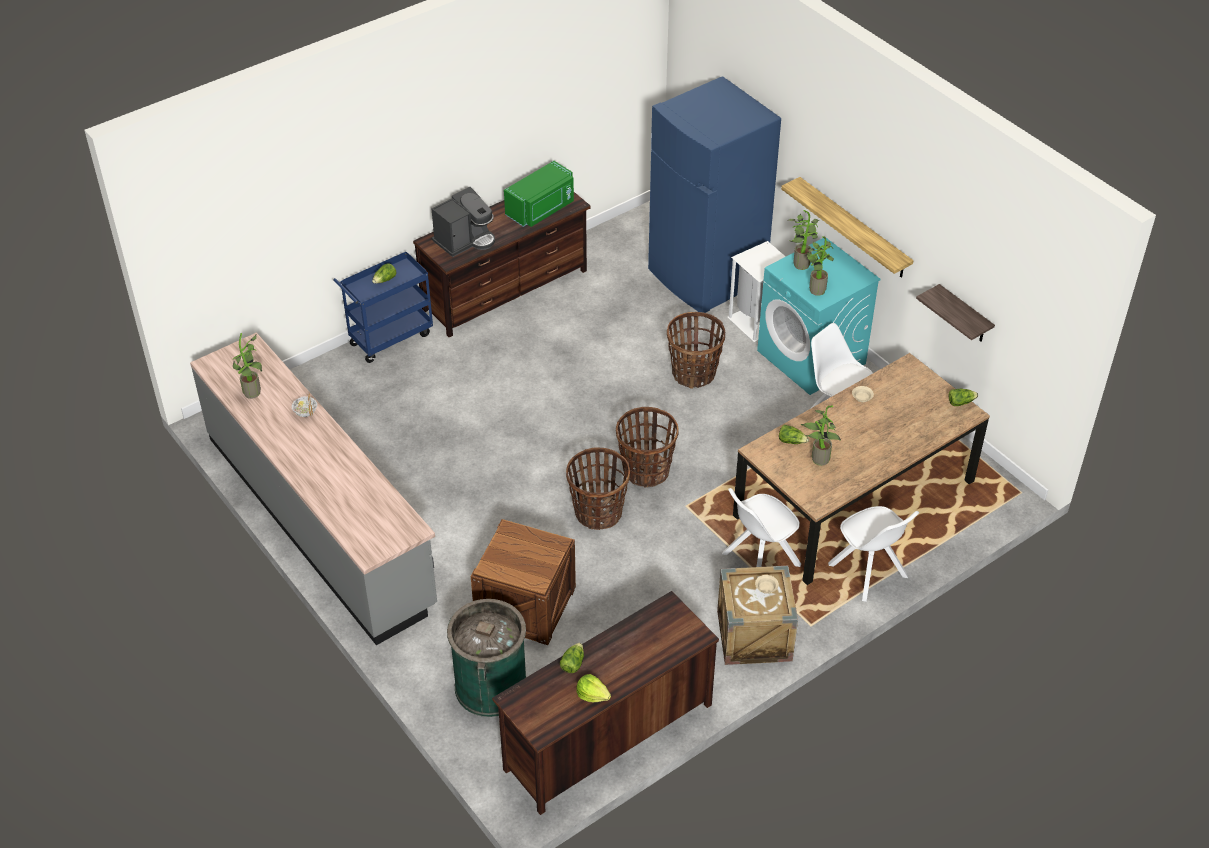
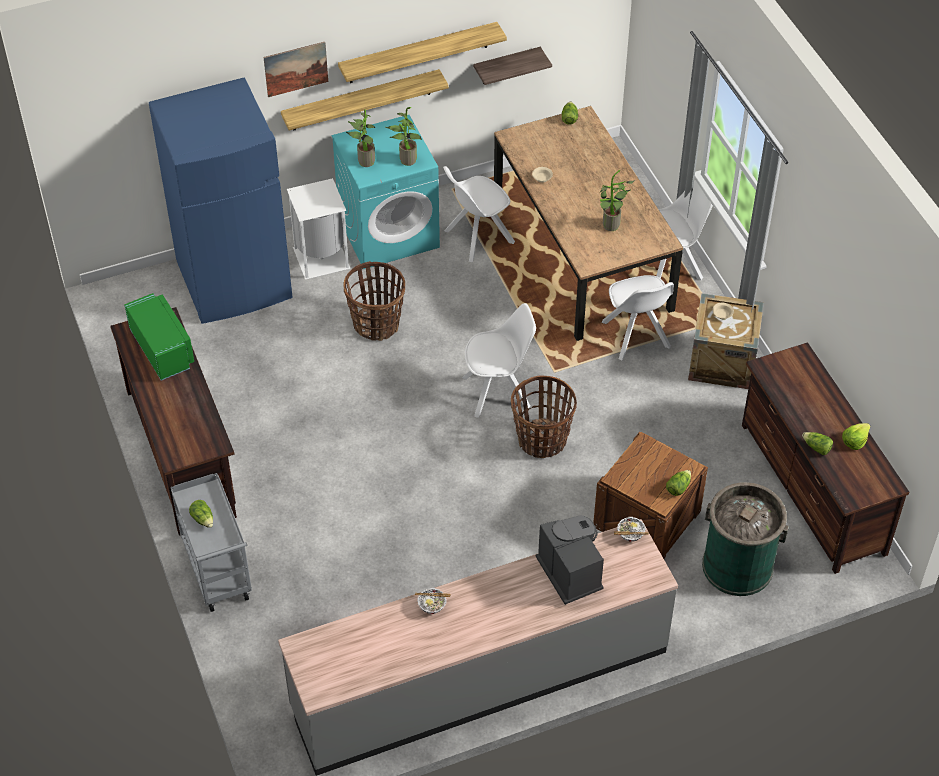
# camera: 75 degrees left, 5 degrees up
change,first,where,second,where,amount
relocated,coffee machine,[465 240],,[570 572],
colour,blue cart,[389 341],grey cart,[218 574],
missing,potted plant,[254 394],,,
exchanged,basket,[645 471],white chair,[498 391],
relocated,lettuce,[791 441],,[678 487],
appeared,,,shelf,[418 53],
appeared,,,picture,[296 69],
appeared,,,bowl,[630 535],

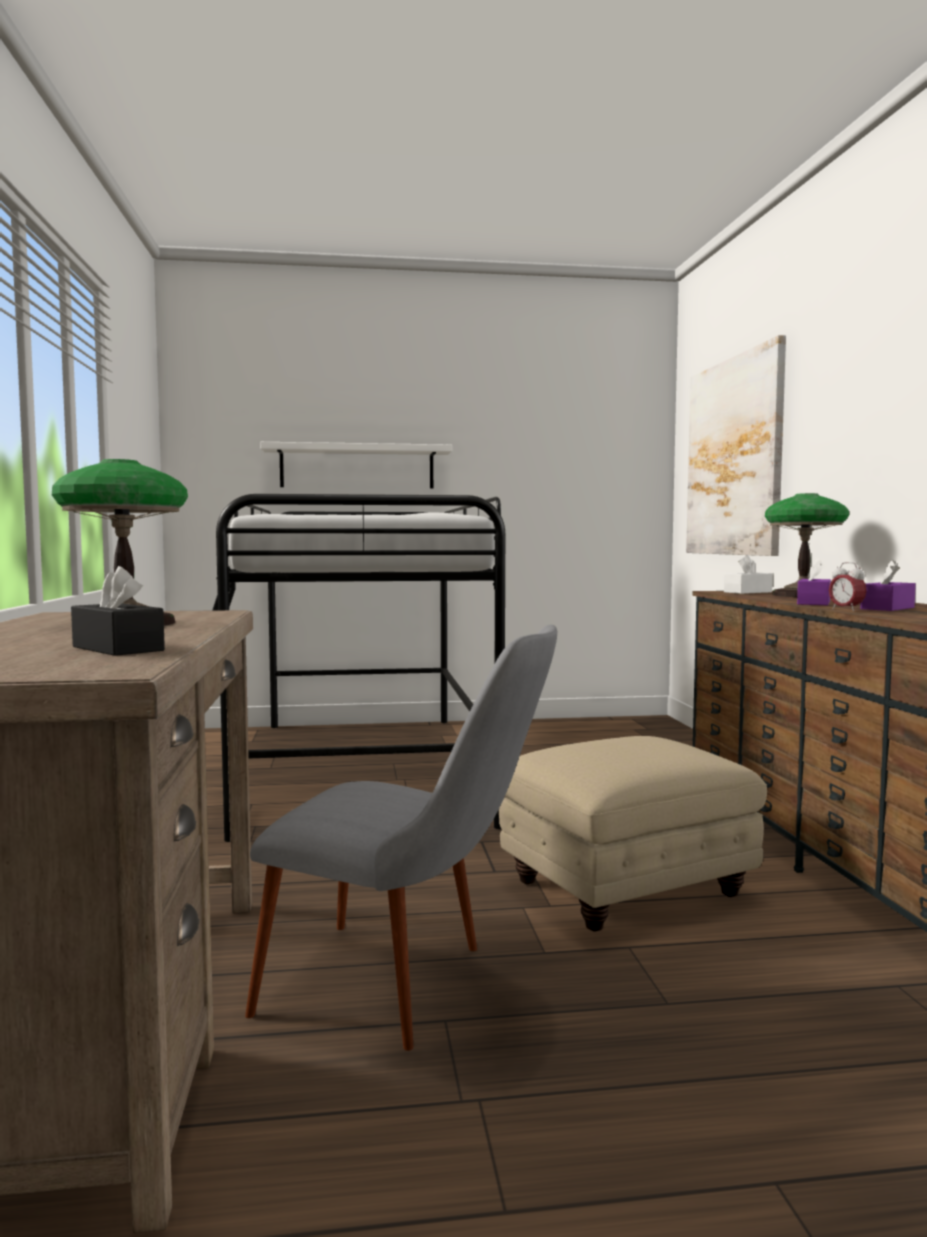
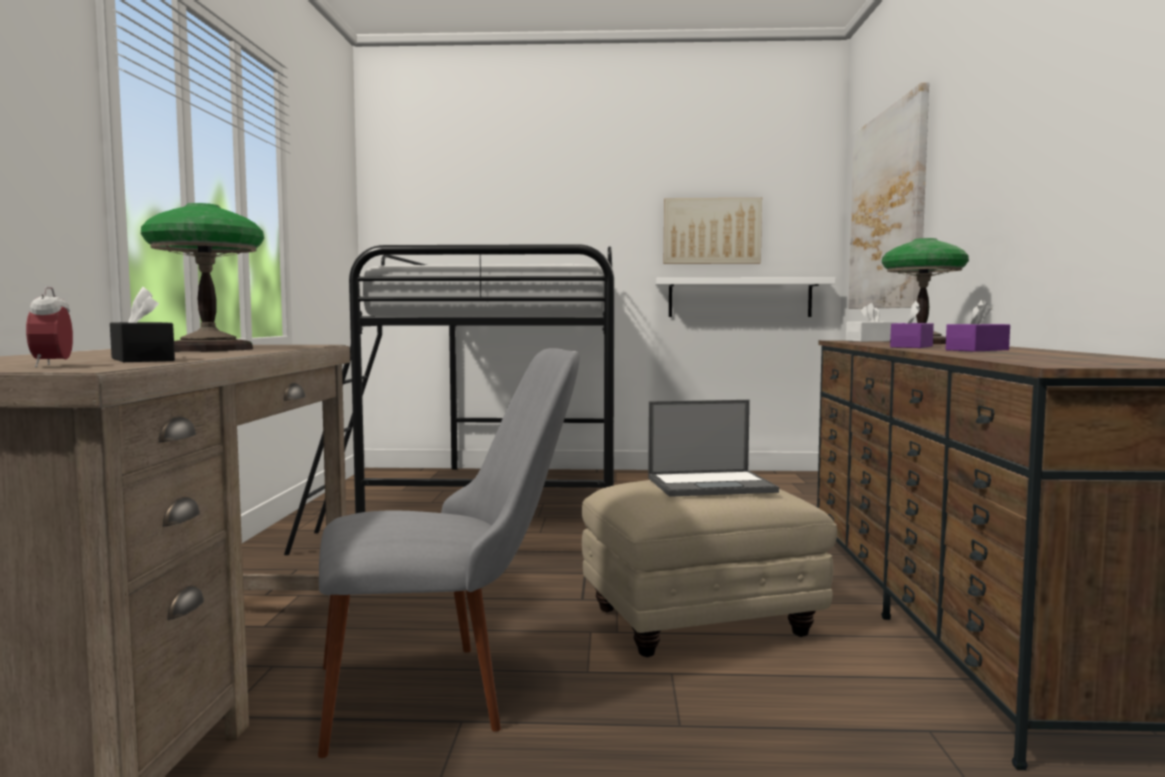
# camera: 10 degrees right, 0 degrees up
change,first,where,second,where,amount
relocated,white shelf,[357 467],,[739 298],
relocated,alarm clock,[846 610],,[52 366],
spun,grey chair,[409 987],,[446 690],45 degrees counterclockwise
appeared,,,picture,[711 231],
appeared,,,laptop,[712 485],

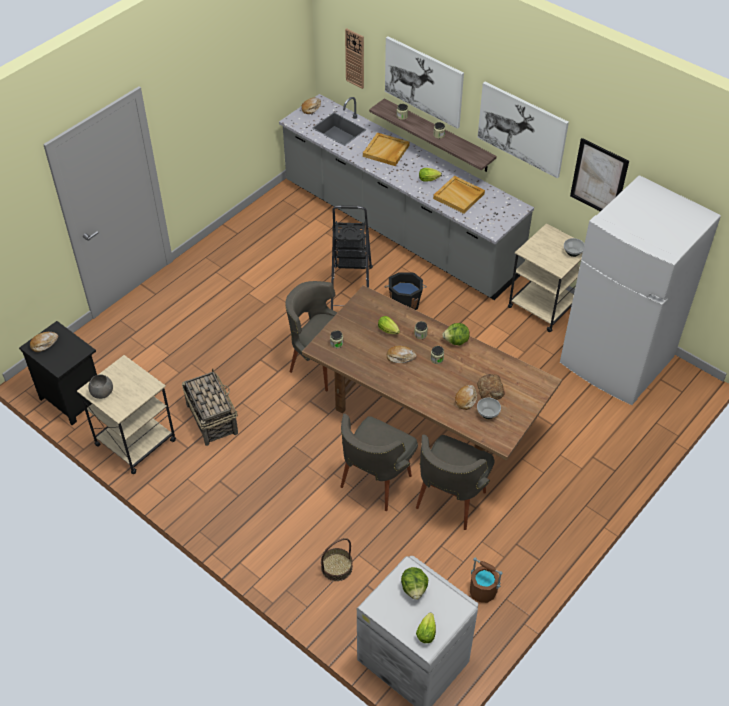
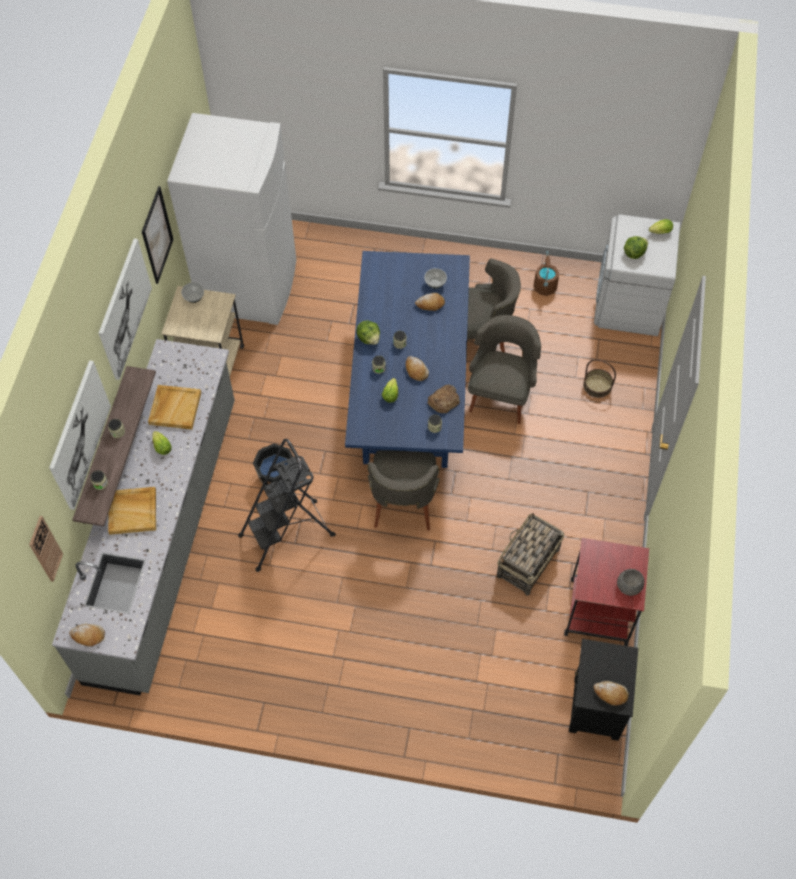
# camera: 120 degrees left, 10 degrees up
change,first,where,second,where,amount
colour,brown dining table,[427 419],blue dining table,[409 393],
colour,beige cart,[135 441],red cart,[598 613],
relocated,bread,[491 390],,[444 401],
spun,grey chair,[376 481],,[499 399],75 degrees counterclockwise

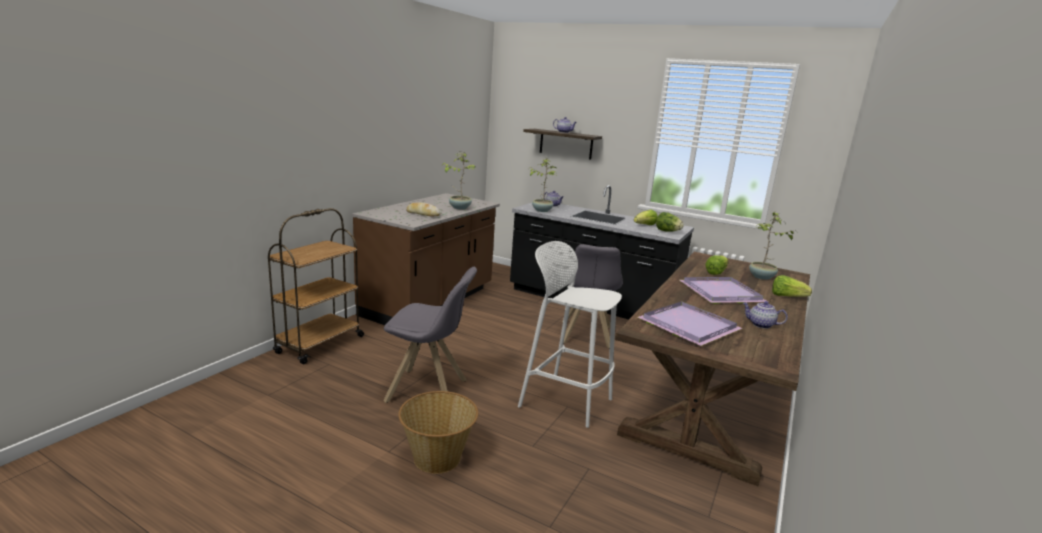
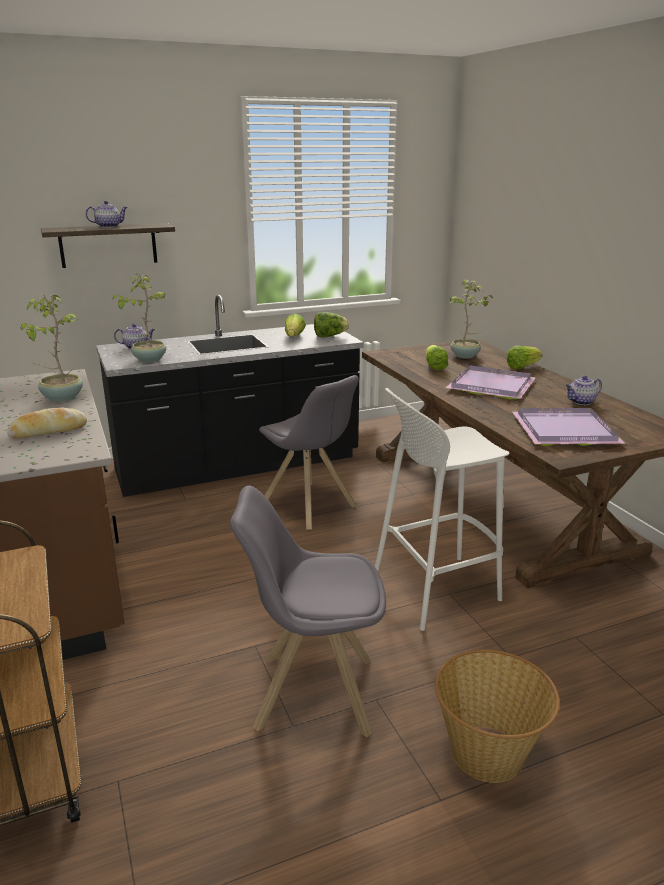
# camera: 50 degrees left, 5 degrees up
change,first,where,second,where,amount
spun,grey chair,[427 390],,[314 693],135 degrees counterclockwise

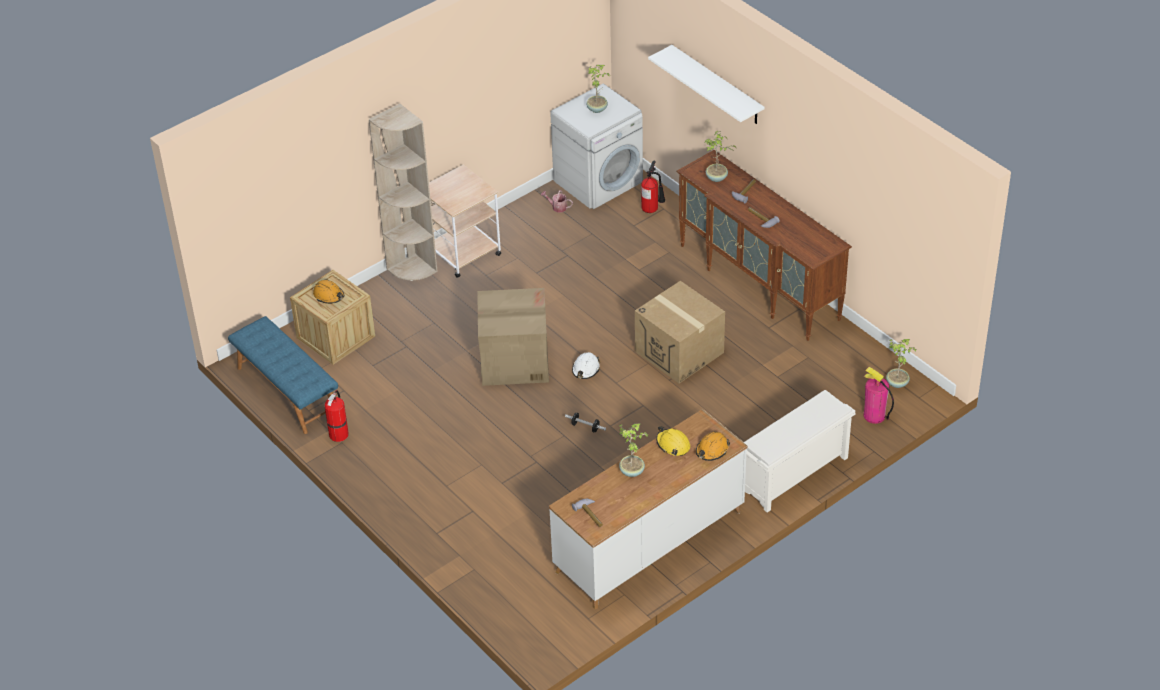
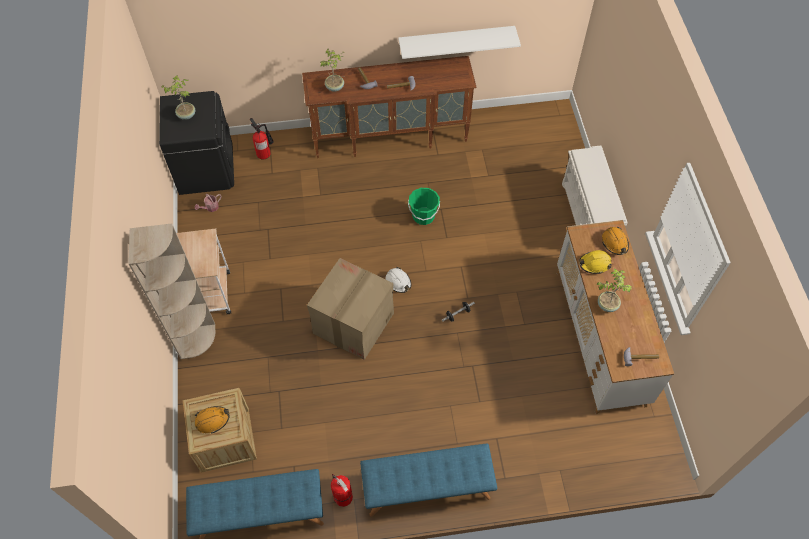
# camera: 60 degrees left, 15 degrees up
change,first,where,second,where,amount
relocated,white shelf,[717 85],,[456 40],
colour,white washing machine,[600 181],black washing machine,[207 167],
exchanged,cardboard box,[679 352],green bucket,[423 216],
missing,potted plant,[897 383],,,
missing,fire extinguisher,[874 415],,,
appeared,,,blue bench,[427 488],

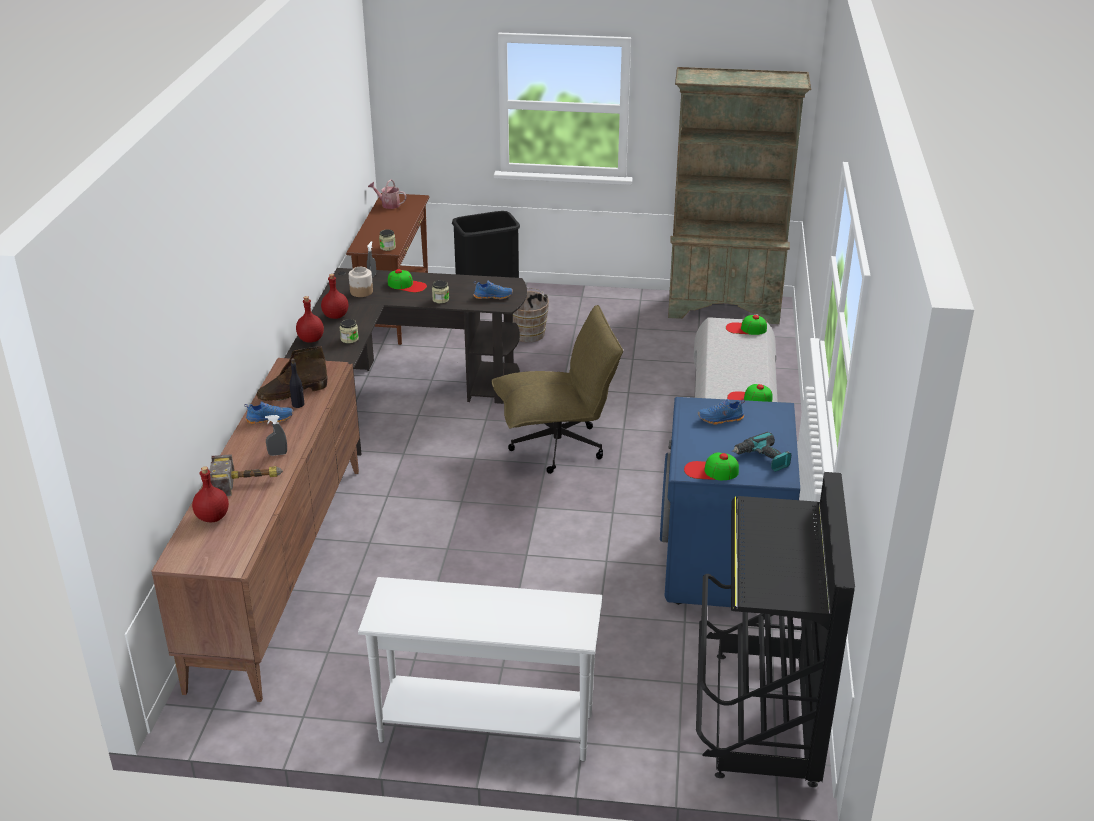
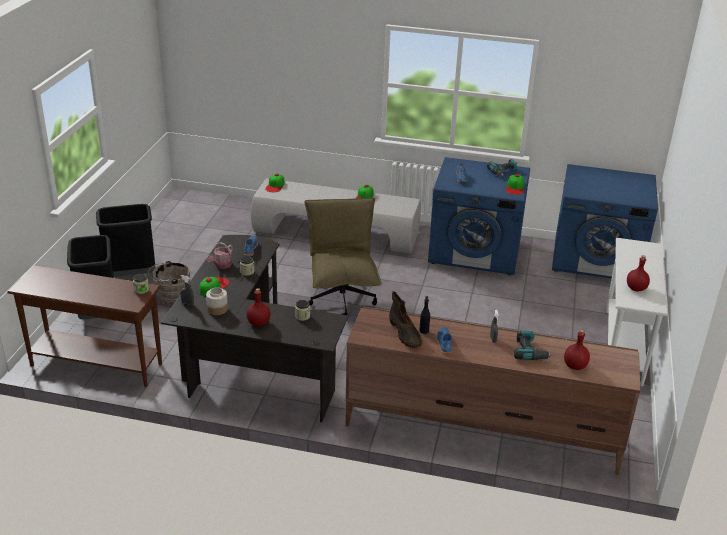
# camera: 85 degrees left, 0 degrees up
change,first,where,second,where,amount
missing,green bookcase,[724 307],,,
relocated,watering can,[388 204],,[221 265],
relocated,red bottle,[310 339],,[636 289],
exchanged,hammer,[248 482],power drill,[530 351],
exchanged,black shoe rack,[757 716],blue washing machine,[596 263],
appeared,,,black trash can,[131 275],

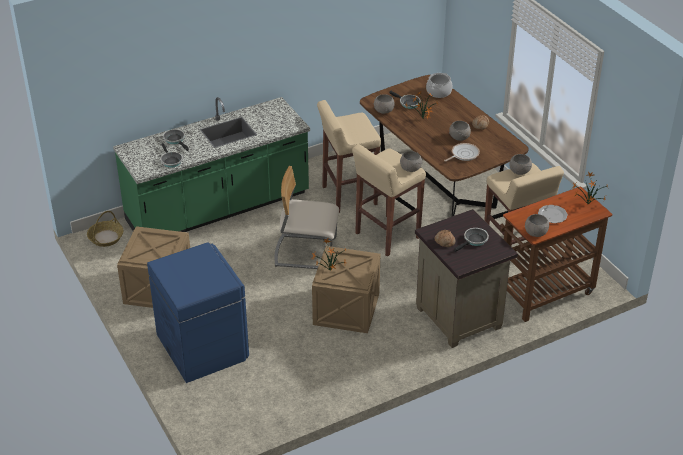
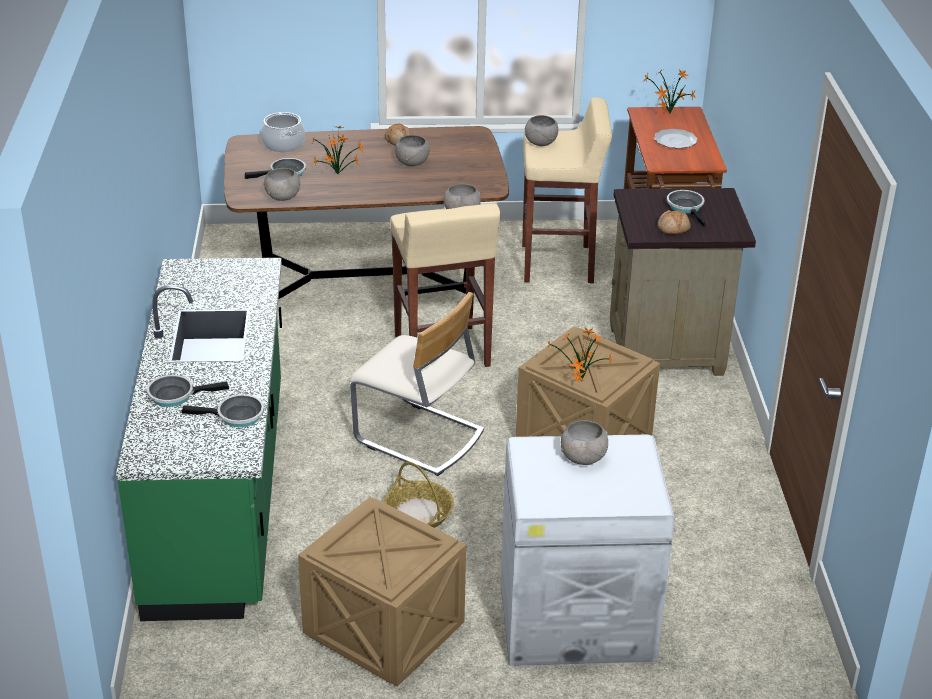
# camera: 65 degrees left, 5 degrees down
change,first,where,second,where,amount
missing,beige stool,[348 196],,,
missing,frying pan,[463 154],,,
spun,beige chair,[306 252],,[418 437],90 degrees counterclockwise
relocated,basket,[106 237],,[418 513],
relocated,grey bowl,[536 233],,[584 457],
colour,blue washing machine,[203 345],white washing machine,[573 614],

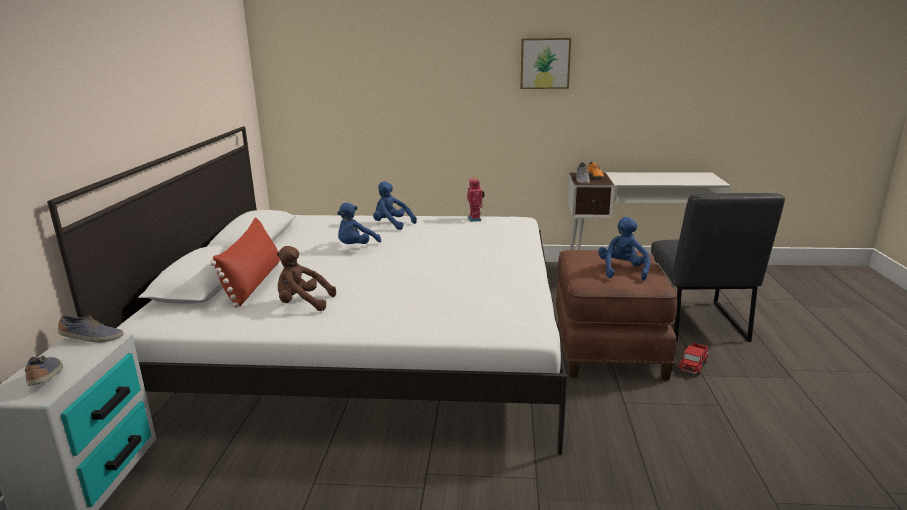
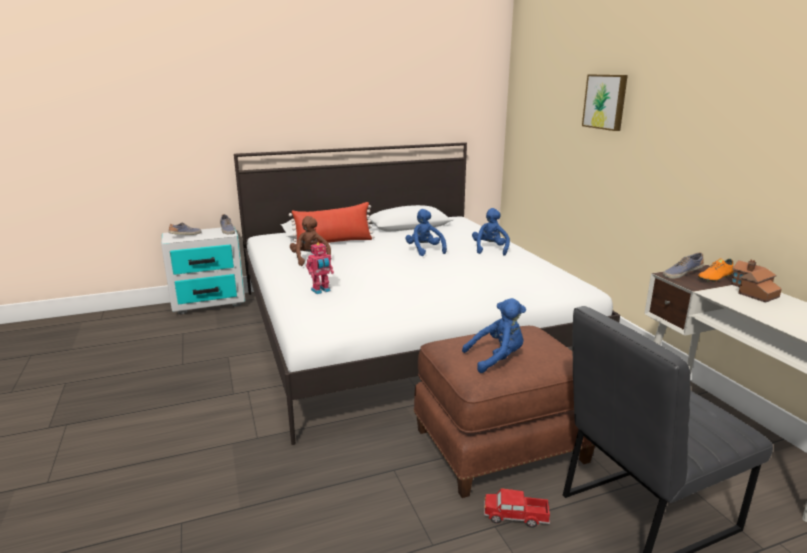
# camera: 65 degrees right, 0 degrees up
change,first,where,second,where,amount
relocated,picture,[545 63],,[606 101],
relocated,toy robot,[475 219],,[321 291],
spun,blue plush toy,[356 247],,[424 250],60 degrees clockwise
appeared,,,toy house,[752 291],

